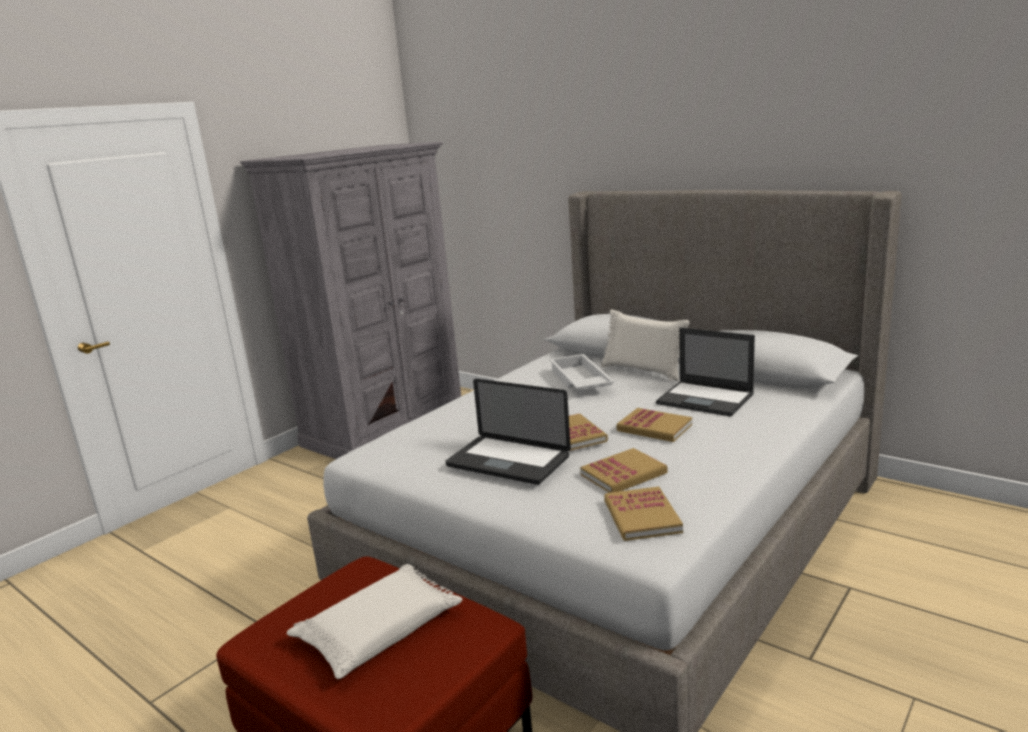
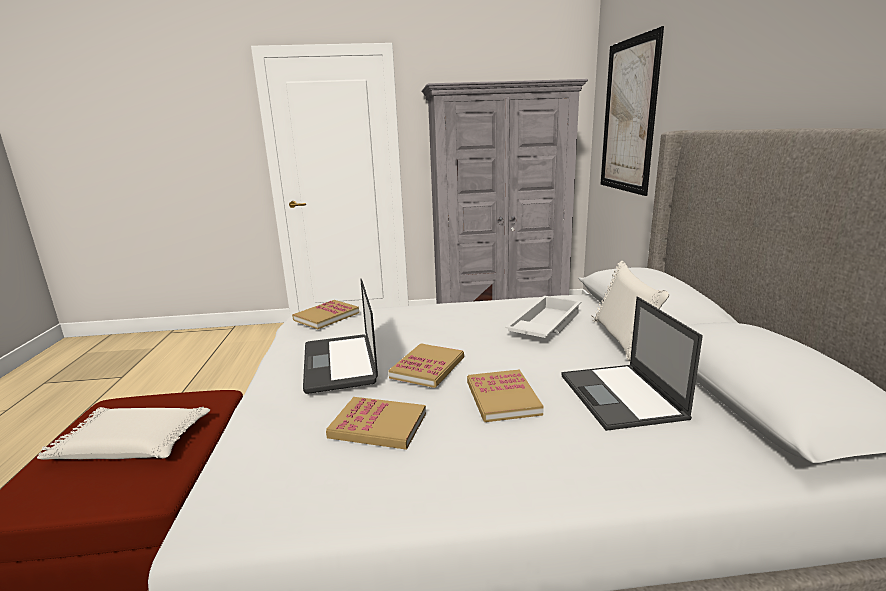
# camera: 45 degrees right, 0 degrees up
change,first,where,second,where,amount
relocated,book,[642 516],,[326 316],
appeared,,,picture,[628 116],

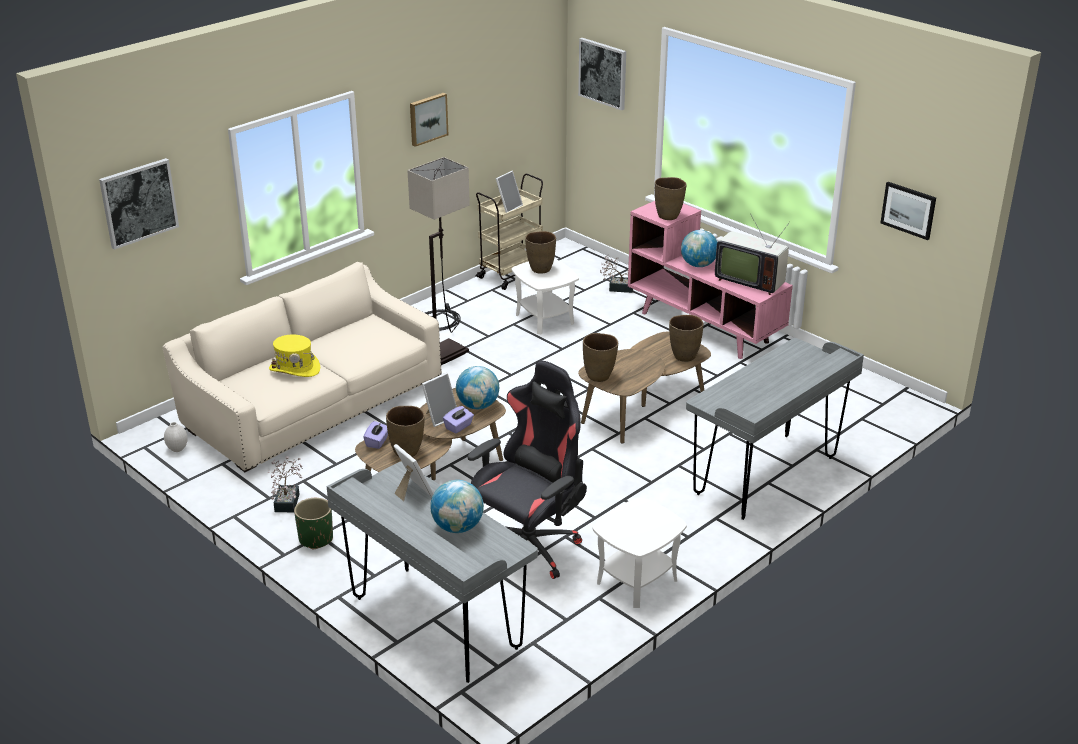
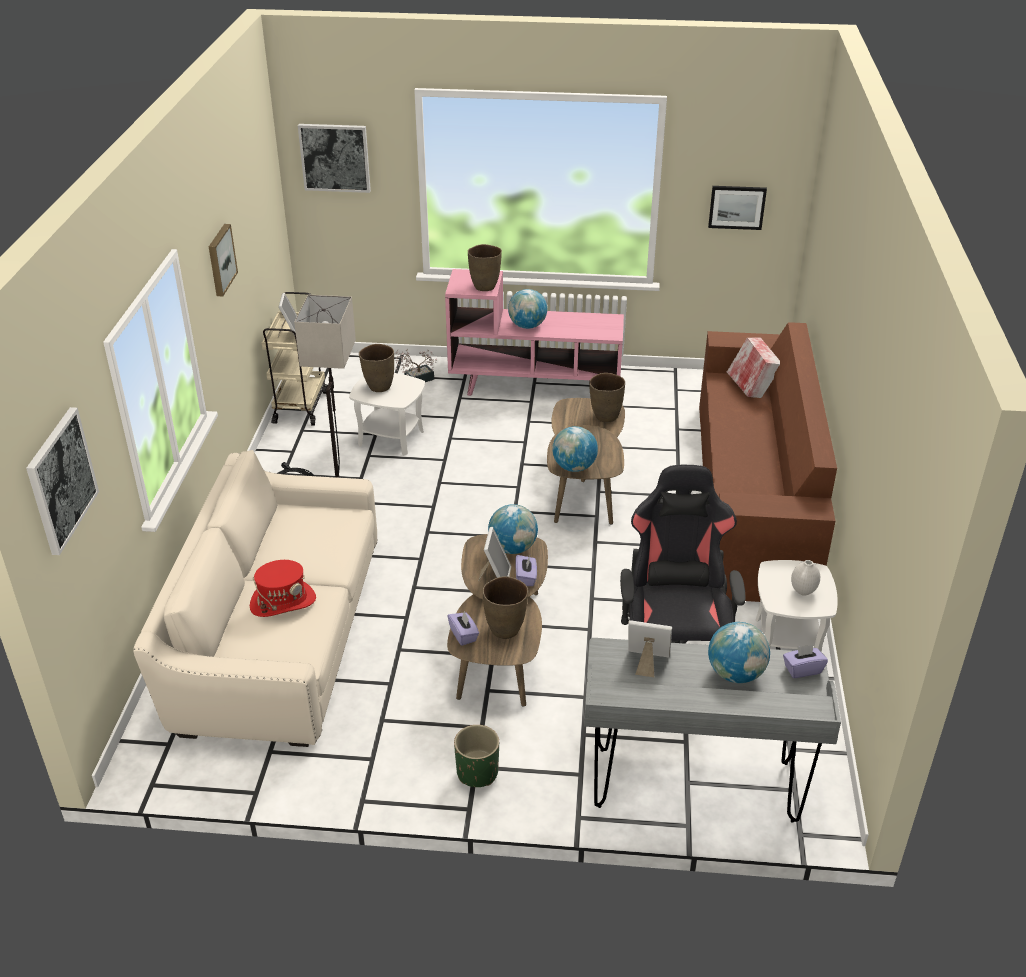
# camera: 40 degrees left, 5 degrees up
change,first,where,second,where,amount
missing,television,[749 281],,,
exchanged,brown vase,[599 376],globe,[574 467],
colour,yellow hat,[295 369],red hat,[283 602],
exchanged,grey desk,[766 476],brown sofa,[752 495],
relocated,white vase,[178 449],,[803 591],
missing,potted plant,[288 500],,,
appeared,,,purple tissue box,[802 669],

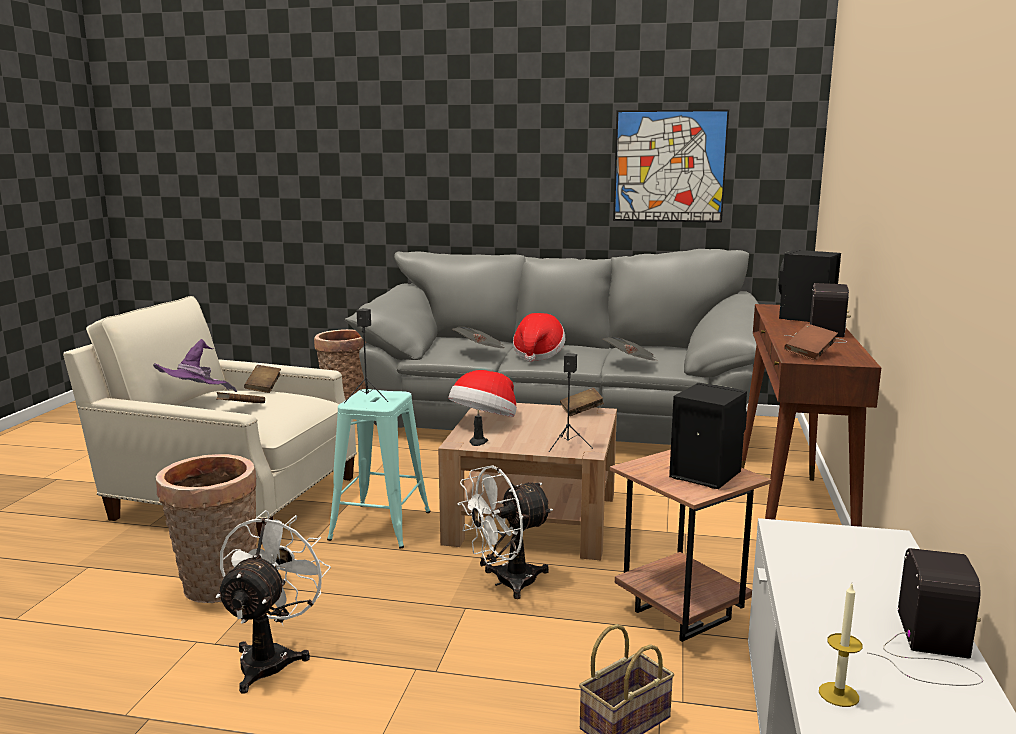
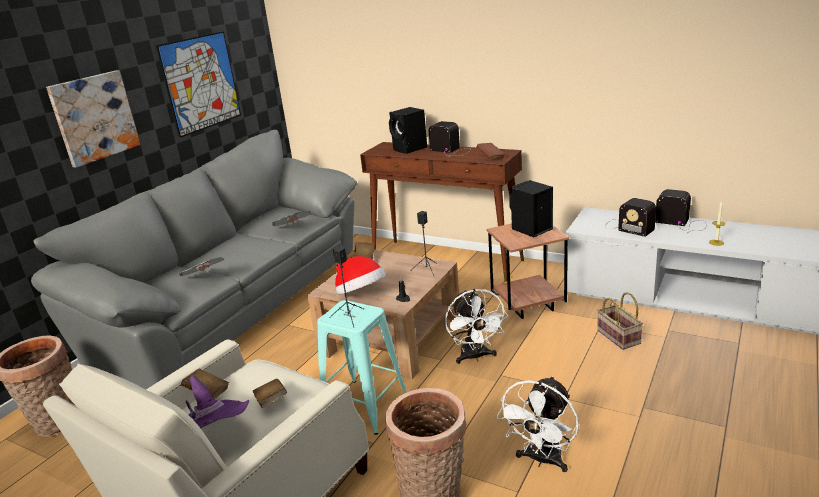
# camera: 70 degrees left, 10 degrees up
change,first,where,second,where,amount
missing,hat,[538 355],,,
spun,white fan,[271 658],,[542 460],90 degrees counterclockwise
appeared,,,picture,[94 117],
appeared,,,radio,[627 227],

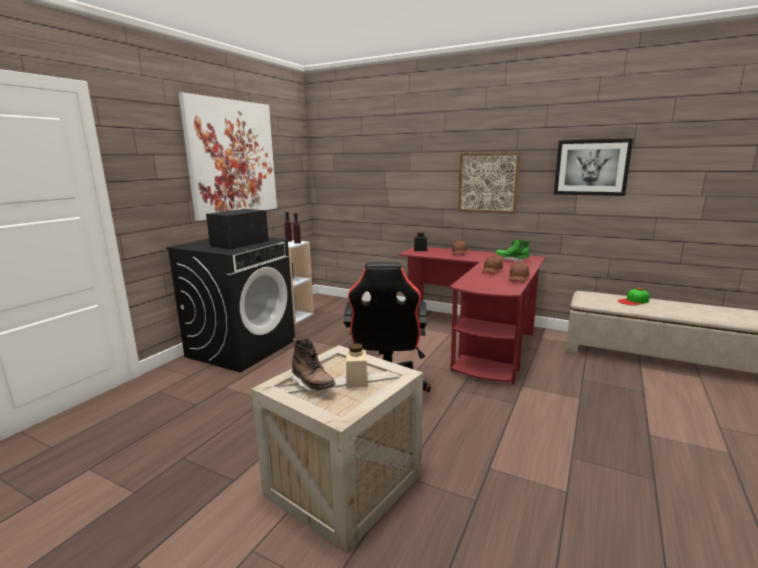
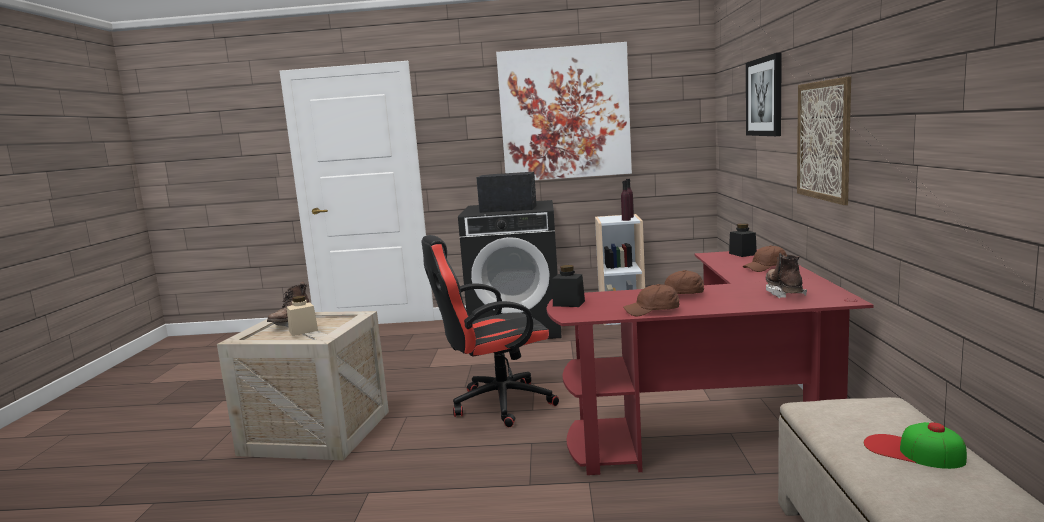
# camera: 65 degrees right, 5 degrees down
change,first,where,second,where,amount
relocated,picture,[591 167],,[764 97],
colour,green boot,[511 260],brown boot,[783 293],
appeared,,,black jar,[569 303],

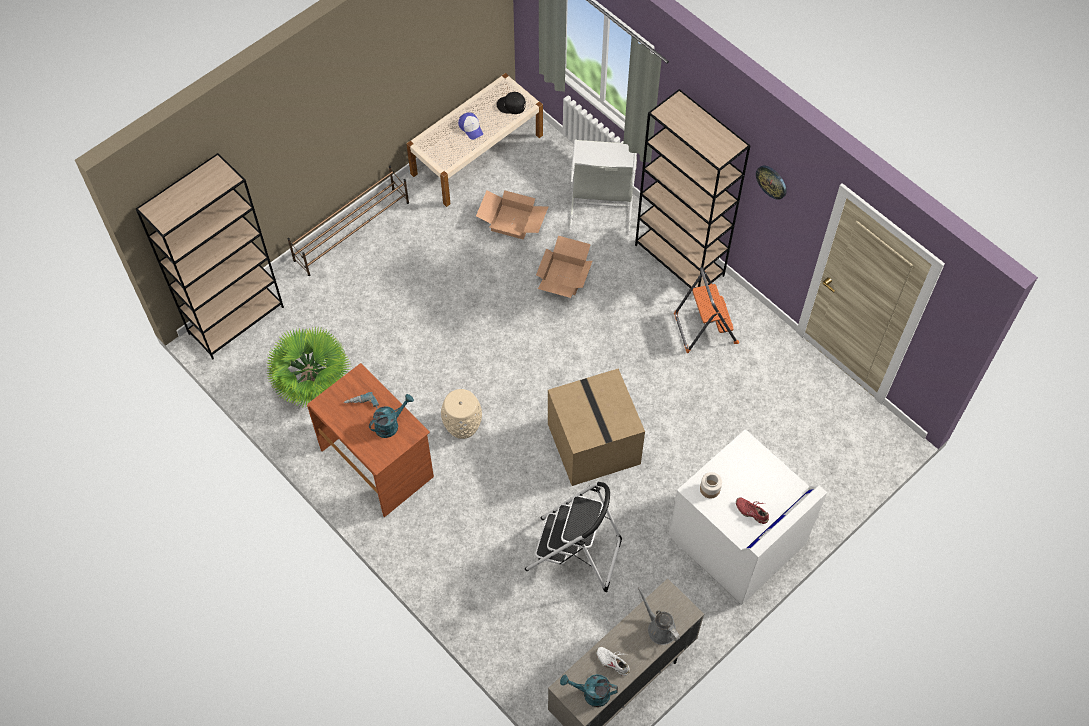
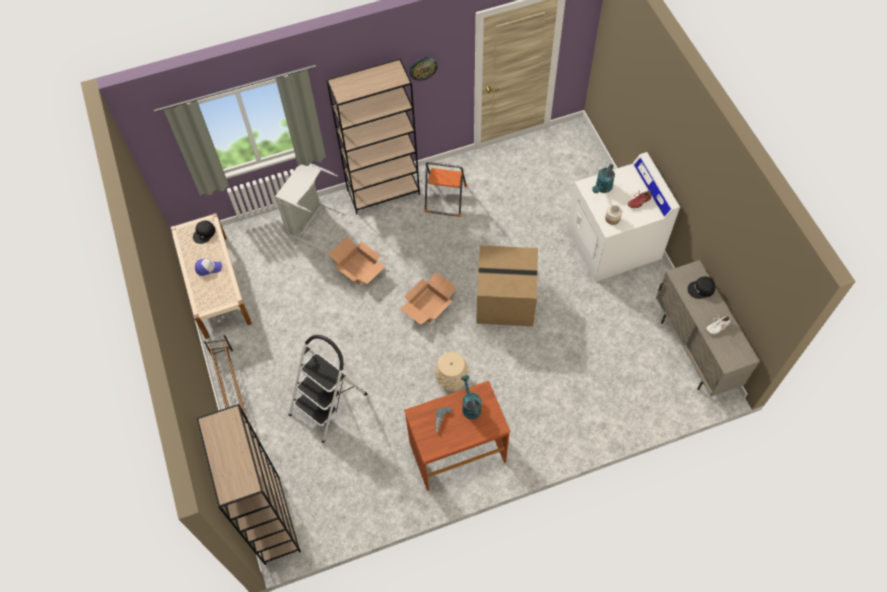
# camera: 65 degrees left, 0 degrees up
change,first,where,second,where,amount
relocated,cardboard box,[513 221],,[428 304],
missing,potted plant,[313 386],,,
relocated,step ladder,[576 555],,[330 403],
exchanged,grey watering can,[659 628],black cap,[701 289],
relocated,turquoise watering can,[591 694],,[602 188],

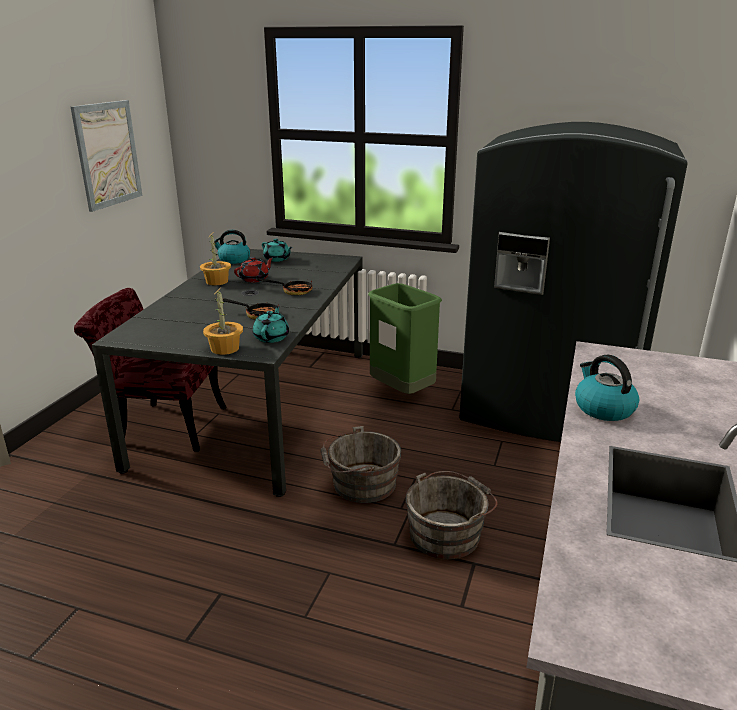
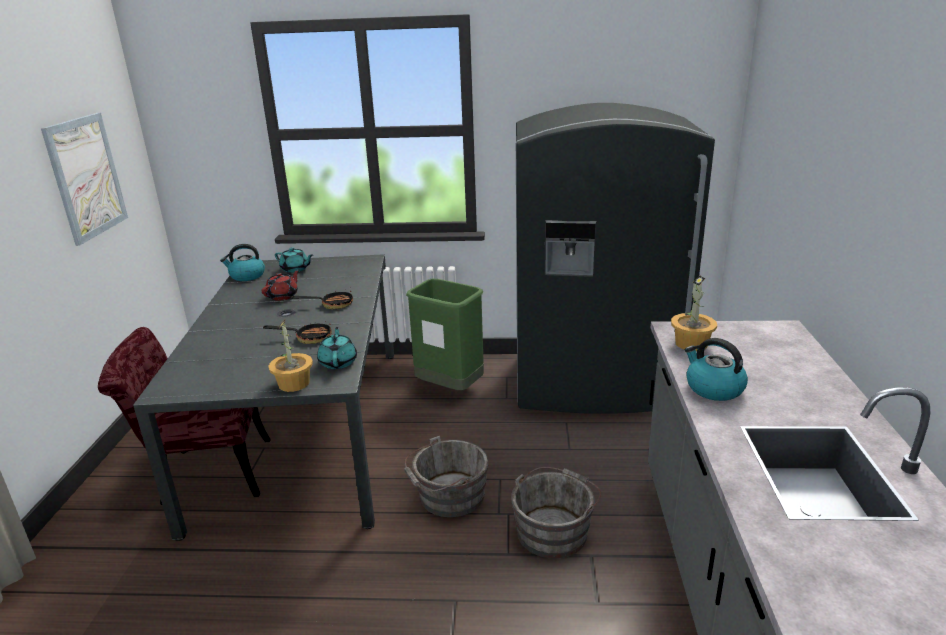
# camera: 15 degrees left, 0 degrees up
change,first,where,second,where,amount
relocated,potted plant,[217 281],,[692 343],

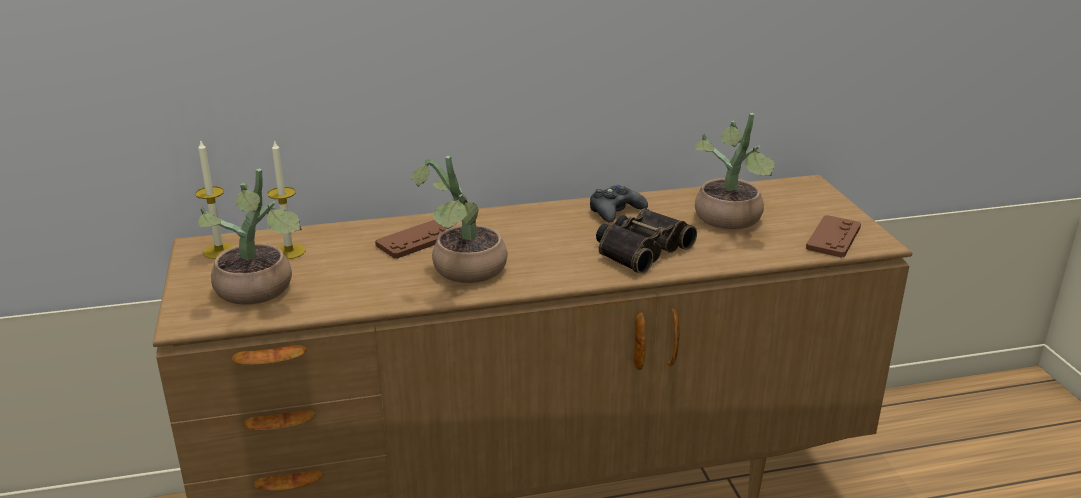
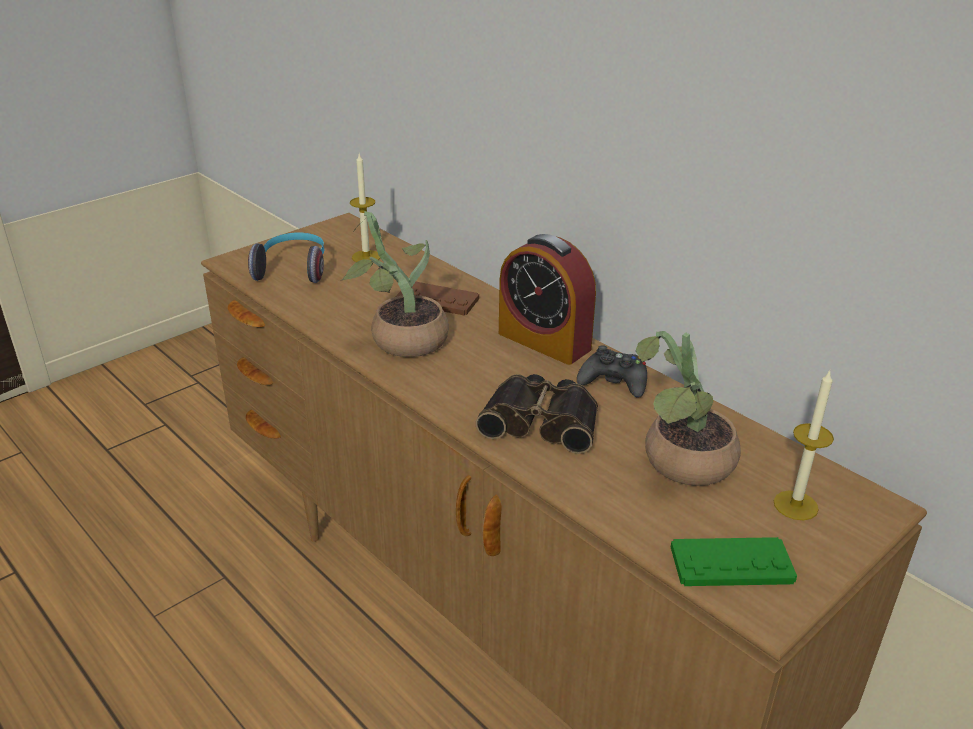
# camera: 60 degrees right, 5 degrees up
change,first,where,second,where,amount
relocated,candle,[219 251],,[795 505],
exchanged,potted plant,[259 292],headphones,[293 269],
colour,brown game controller,[833 238],green game controller,[731 564],
appeared,,,alarm clock,[544 341],

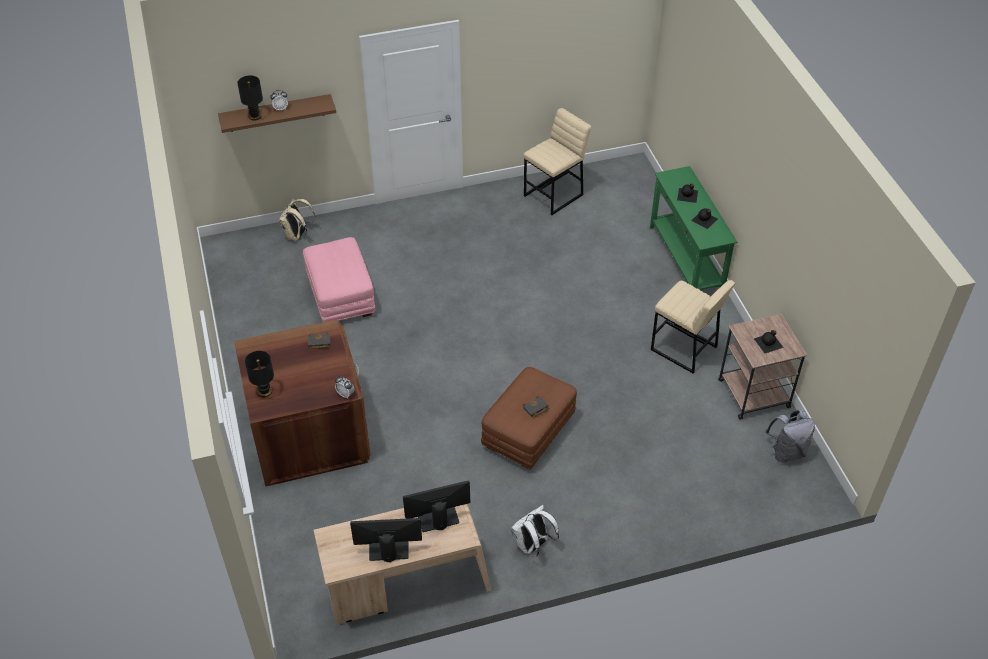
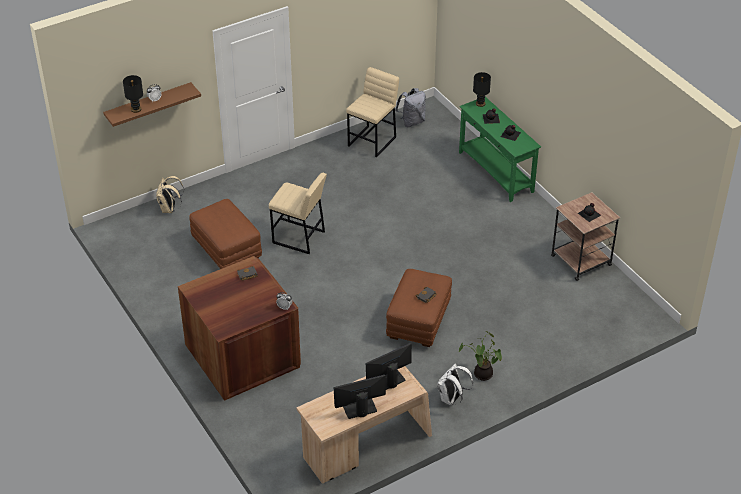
# camera: 15 degrees left, 5 degrees down
change,first,where,second,where,amount
colour,pink ottoman,[341 296],brown ottoman,[227 249],
relocated,beige chair,[685 349],,[300 237],
relocated,black table lamp,[264 391],,[480 103],
relocated,grey backpack,[786 452],,[412 122],
appeared,,,potted plant,[481 375],

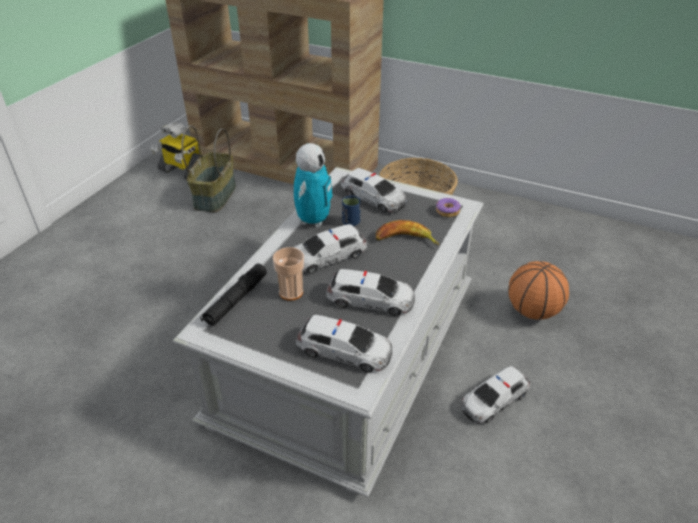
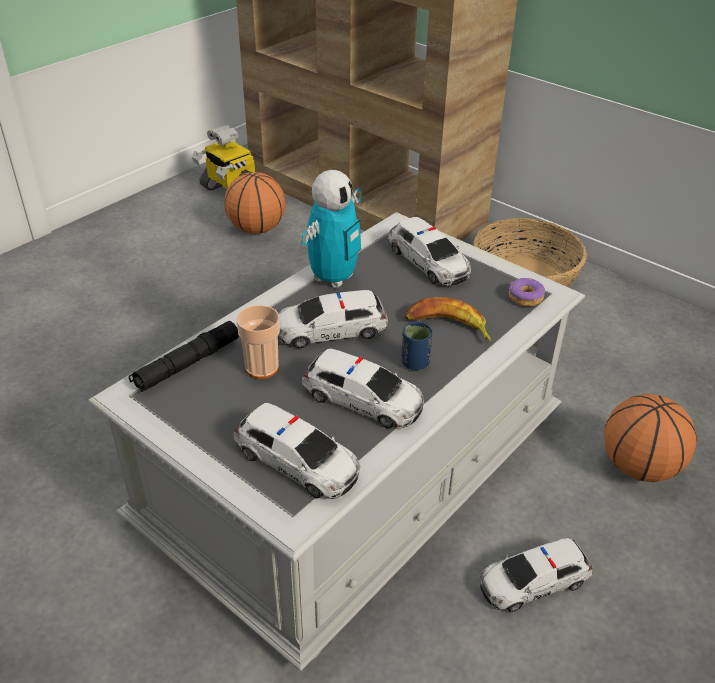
# camera: 15 degrees right, 0 degrees up
change,first,where,second,where,amount
exchanged,basket,[214 196],basketball,[257 229],
relocated,blue cup,[351 222],,[415 363],

